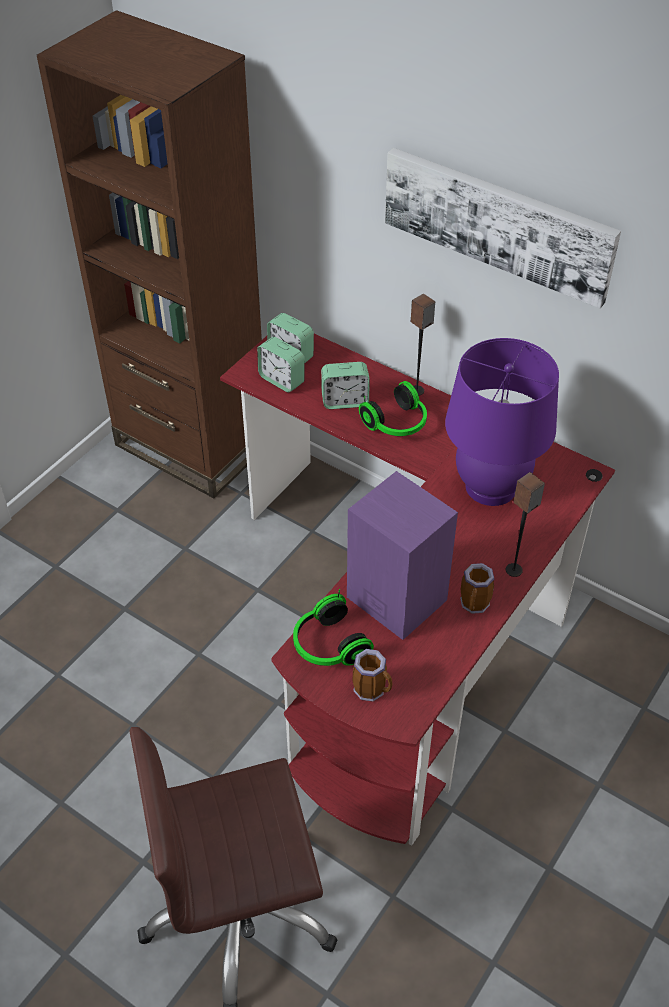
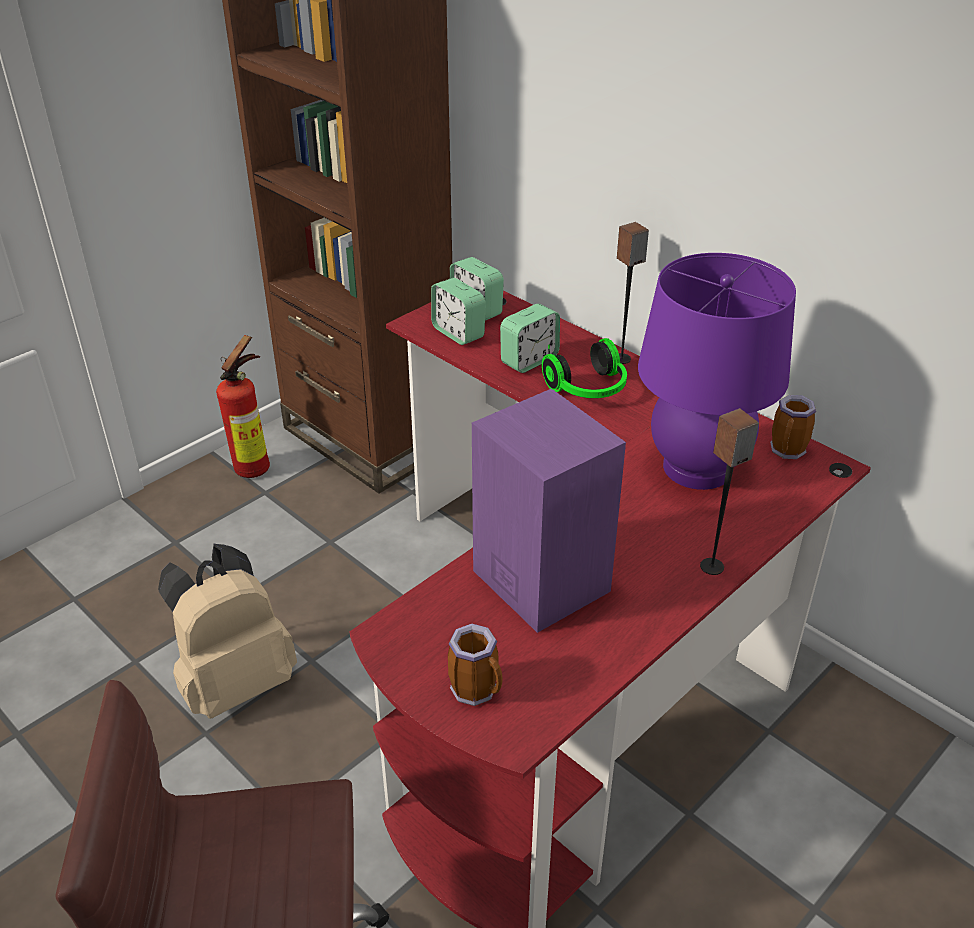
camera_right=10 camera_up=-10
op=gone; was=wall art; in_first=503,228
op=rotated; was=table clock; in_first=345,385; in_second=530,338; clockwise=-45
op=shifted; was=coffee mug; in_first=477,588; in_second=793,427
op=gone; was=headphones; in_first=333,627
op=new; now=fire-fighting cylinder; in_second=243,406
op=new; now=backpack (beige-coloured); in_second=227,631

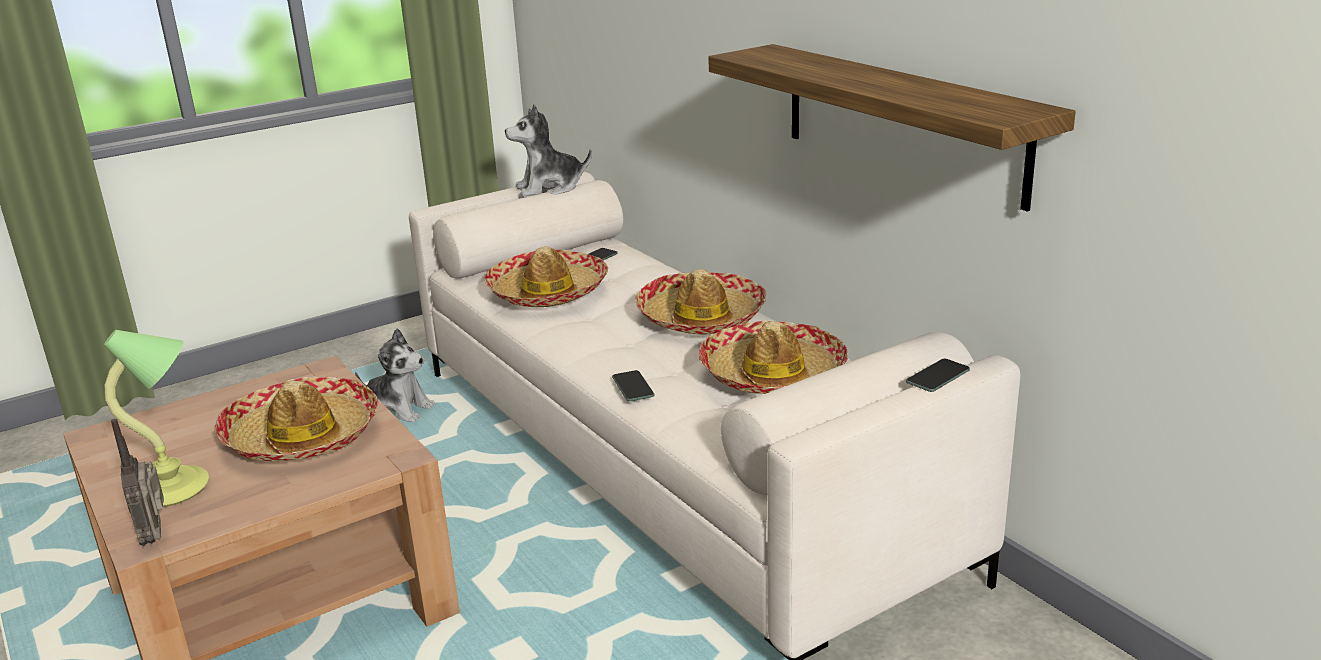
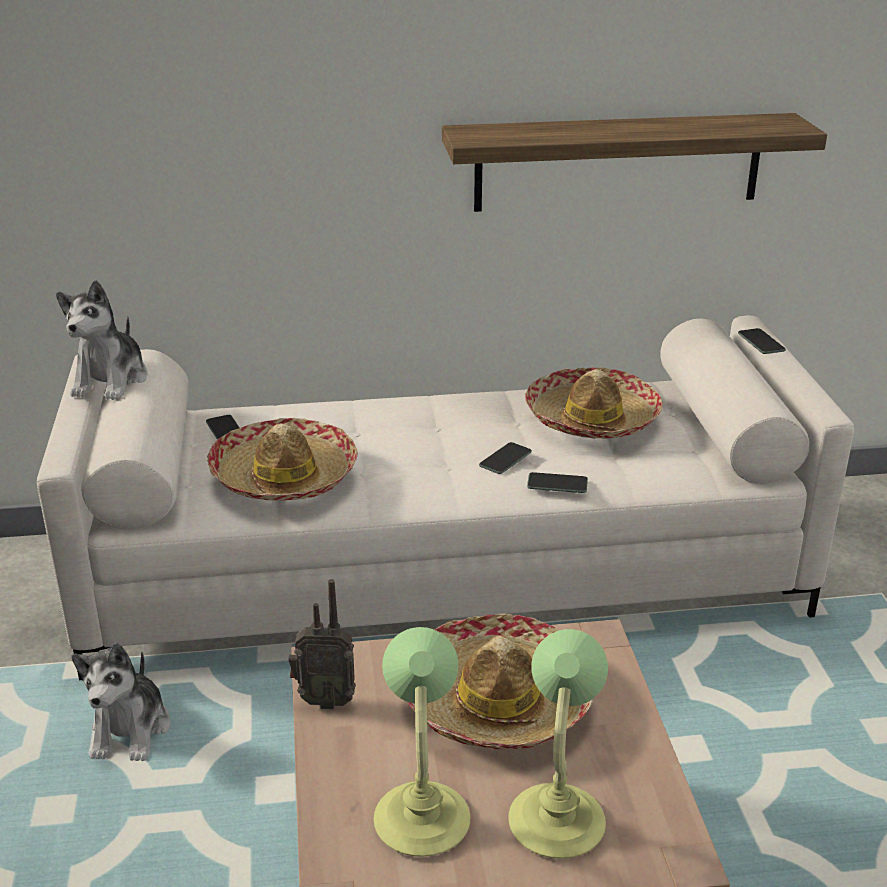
camera_right=-65 camera_up=5
op=gone; was=wearable hat; in_first=700,302
op=rotated; was=soft toy; in_first=395,375; in_second=120,702; clockwise=135
op=shifted; was=radio receiver; in_first=137,482; in_second=322,644
op=new; now=telephone; in_second=505,458
op=new; now=table lamp; in_second=422,742

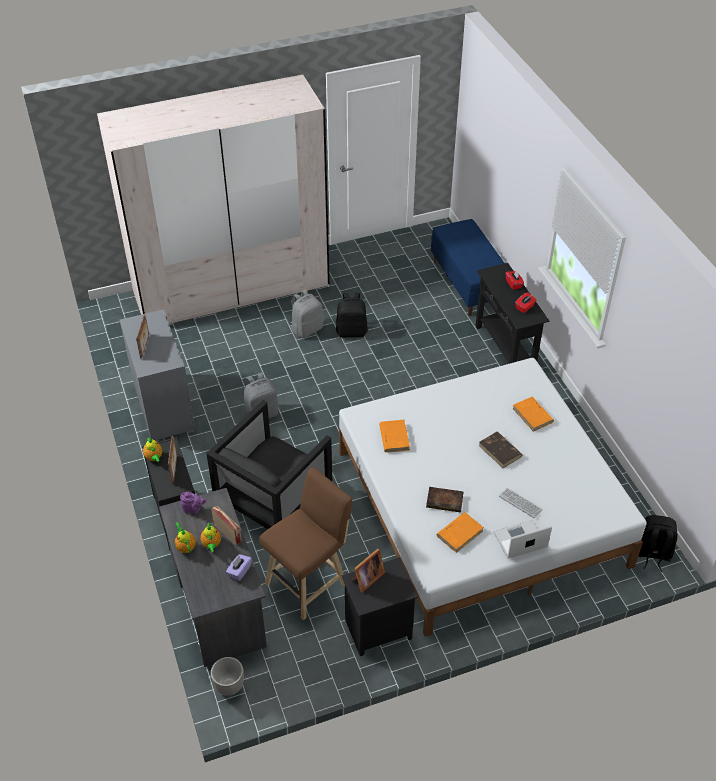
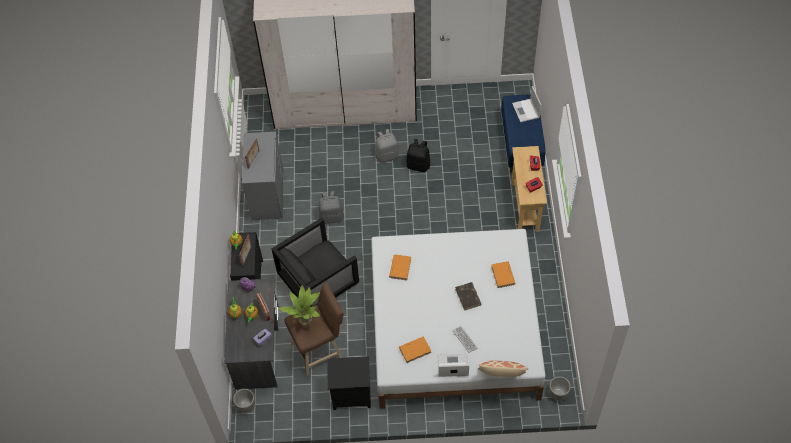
camera_right=20 camera_up=10
op=repainted; was=narrow table (blackish); now=narrow table (beige-coloured); in_first=512,313; in_second=529,189
op=gone; was=bound book; in_first=445,500
op=swapped; was=backpack (blackish); now=plant pot; in_first=658,543; in_second=560,388
op=gone; was=picture frame; in_first=368,571
op=new; now=portable computer; in_second=526,104
op=new; now=houseplant; in_second=299,306
op=new; now=cushion; in_second=503,368

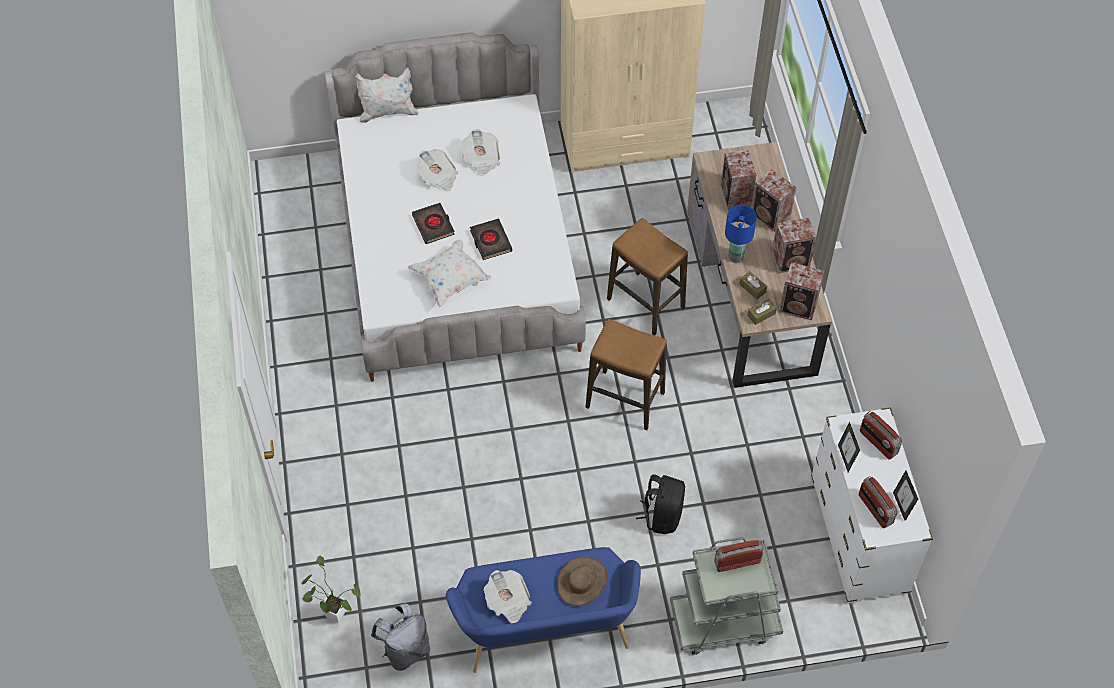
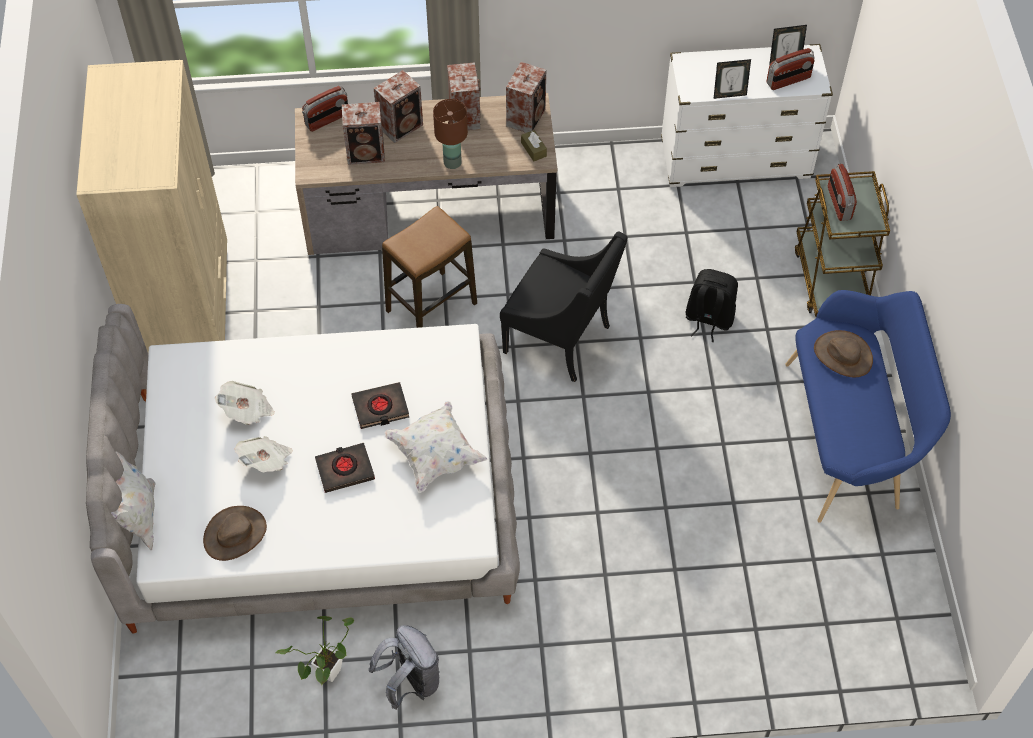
camera_right=-85 camera_up=0
op=repainted; was=table lamp (blue); now=table lamp (brown-coloured); in_first=741,234; in_second=450,134
op=gone; was=tissue holder (brown-coloured); in_first=753,285
op=swapped; was=stool; now=armchair (blackish); in_first=626,374; in_second=564,306
op=shifted; was=radio receiver; in_first=881,435; in_second=325,109
op=repainted; was=trolley (gray); now=trolley (brown-coloured); in_first=726,596; in_second=842,244
op=shifted; was=houseplant; in_first=331,589; in_second=315,651
op=gone; was=printed paper; in_first=508,596
op=shifted; was=backpack (gray); in_first=400,637; in_second=404,667
op=new; now=wearable hat (brown-coloured); in_second=235,533

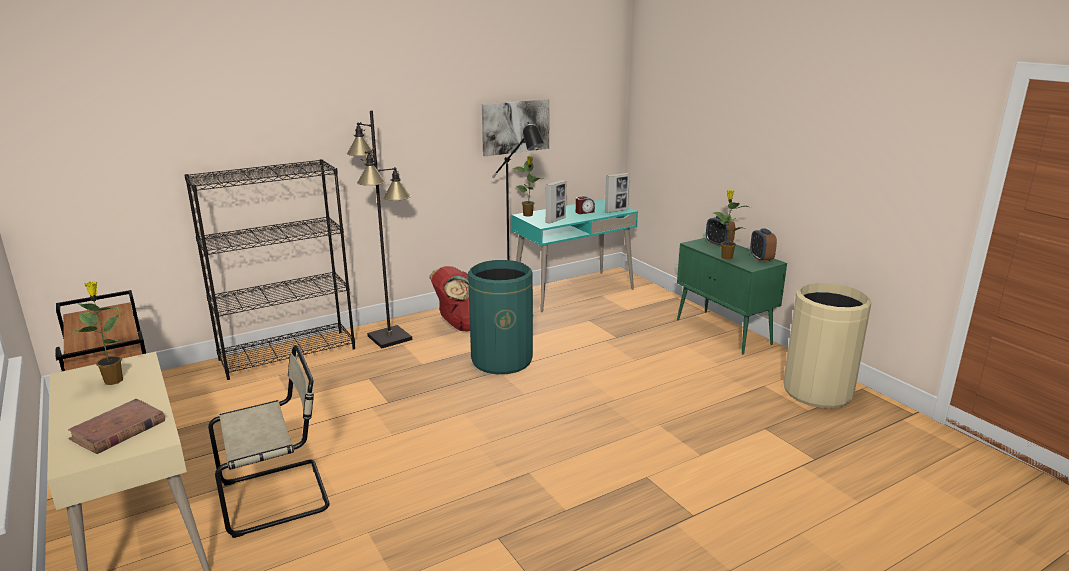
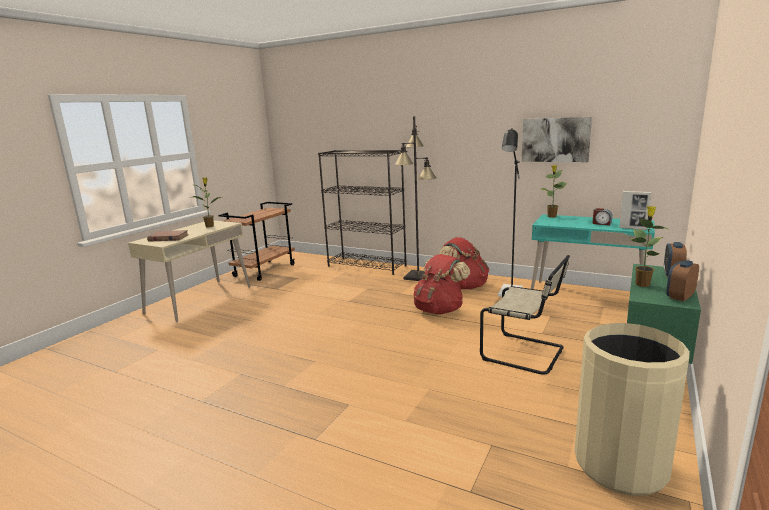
camera_right=60 camera_up=-5
op=gone; was=picture frame; in_first=555,202
op=swapped; was=waste bin (green); now=backpack (reddish); in_first=500,317; in_second=441,284
op=shifted; was=chair (beige-coloured); in_first=268,441; in_second=525,315

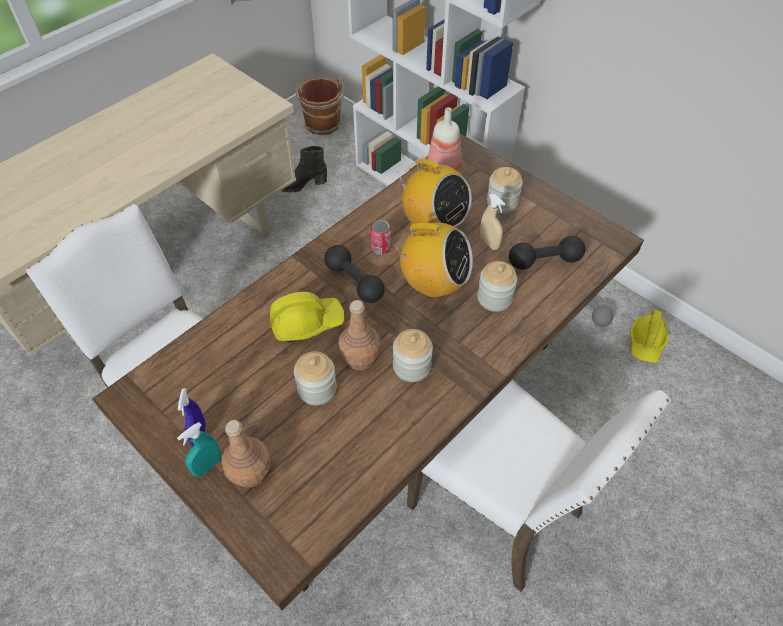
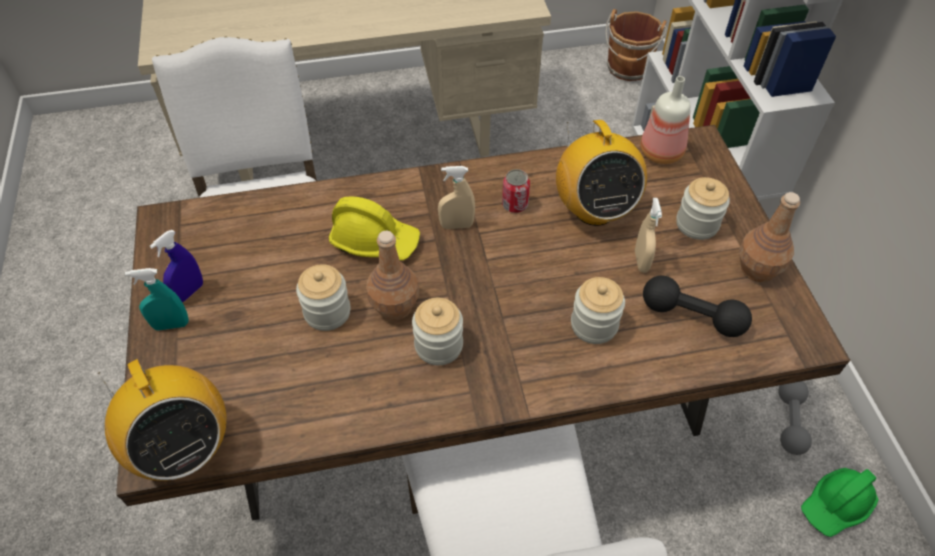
camera_right=35 camera_up=0
op=gone; was=boot (blackish); in_first=304,169
op=shifted; was=radio receiver; in_first=433,260; in_second=162,420
op=swapped; was=hand weight (blackish); now=hand sprayer (beige-coloured); in_first=354,274; in_second=456,197
op=repainted; was=hard hat (yellow-coloured); now=hard hat (green); in_first=649,336; in_second=840,502
op=shifted; was=drink bottle (brown-coloured); in_first=246,453; in_second=769,237

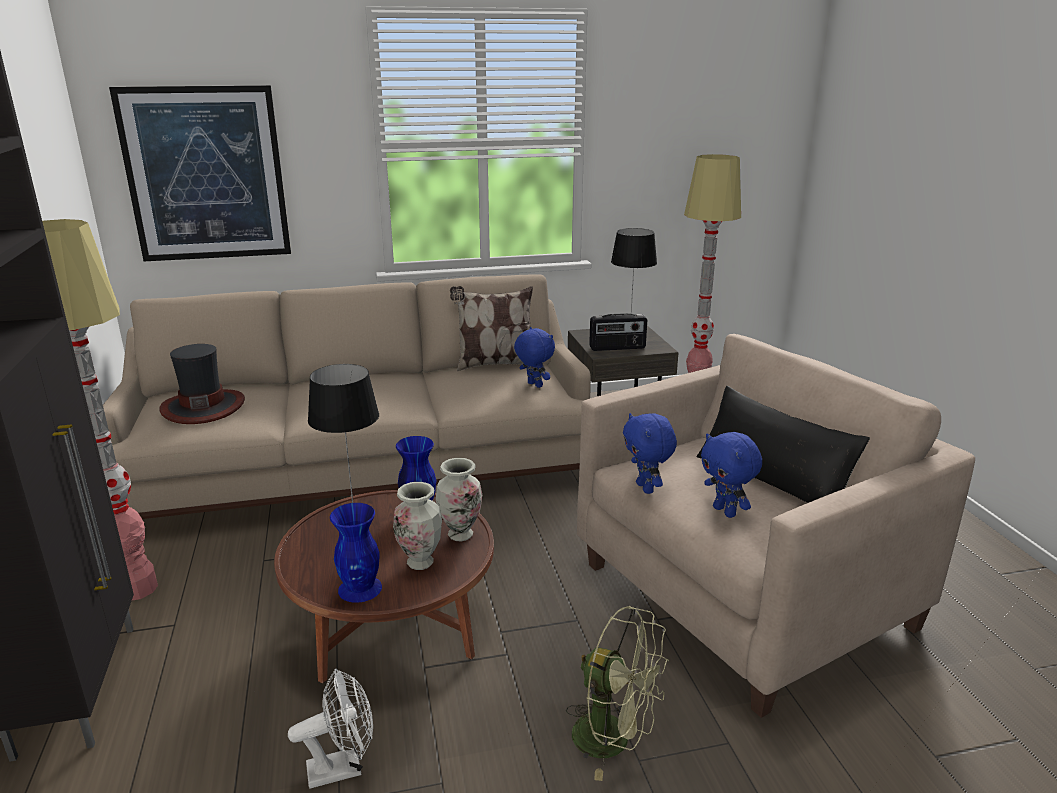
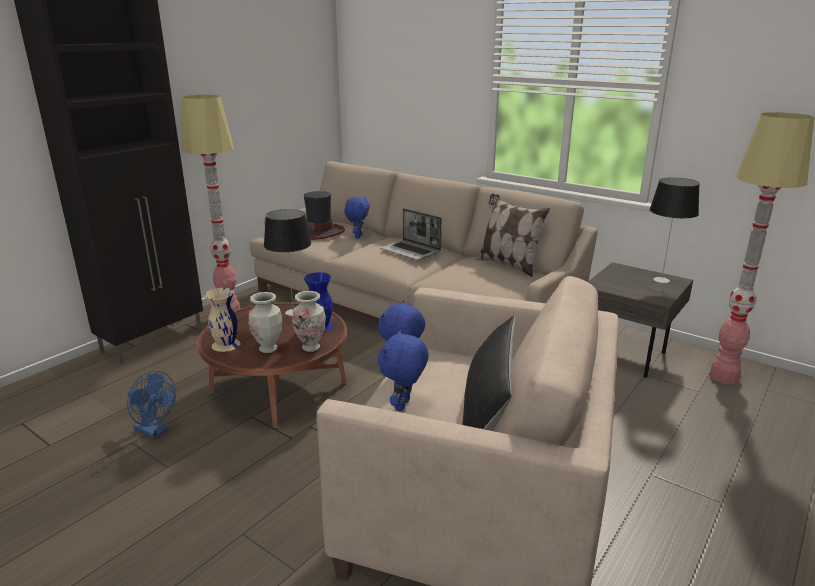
camera_right=50 camera_up=0
op=gone; was=wall art; in_first=200,173
op=gone; was=radio receiver; in_first=618,332
op=shifted; was=soft toy (blue); in_first=534,357; in_second=357,218
op=repainted; was=decorative vase (blue); now=decorative vase (beige-coloured); in_first=356,553; in_second=222,320
op=gone; was=cooling fan (green); in_first=617,693
op=repainted; was=cooling fan (white); now=cooling fan (blue); in_first=330,728; in_second=151,405
op=new; now=portable computer; in_second=411,234

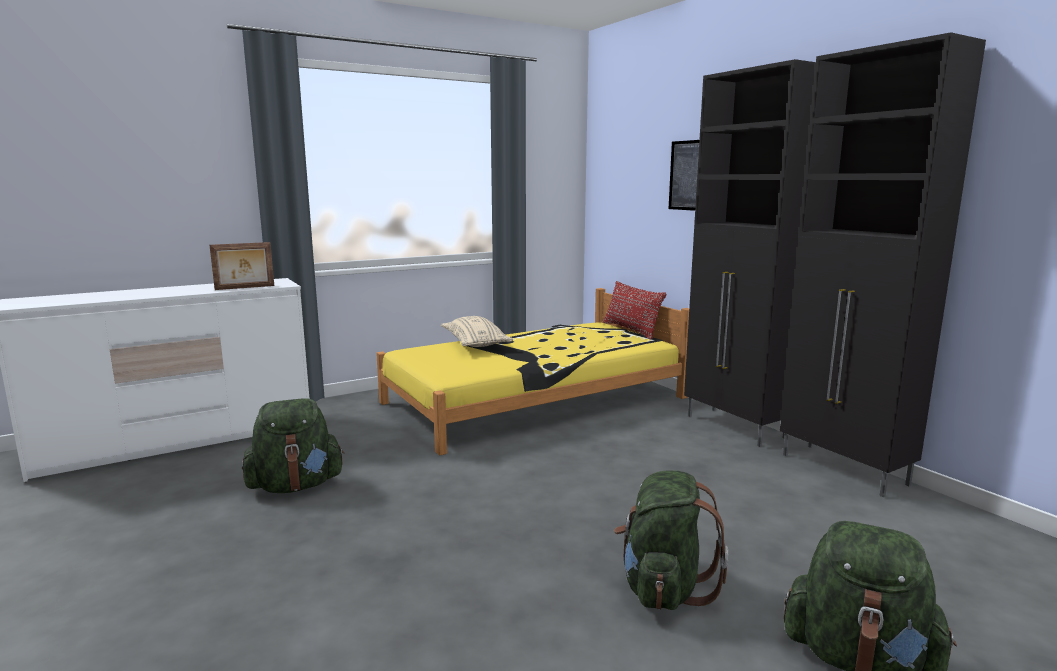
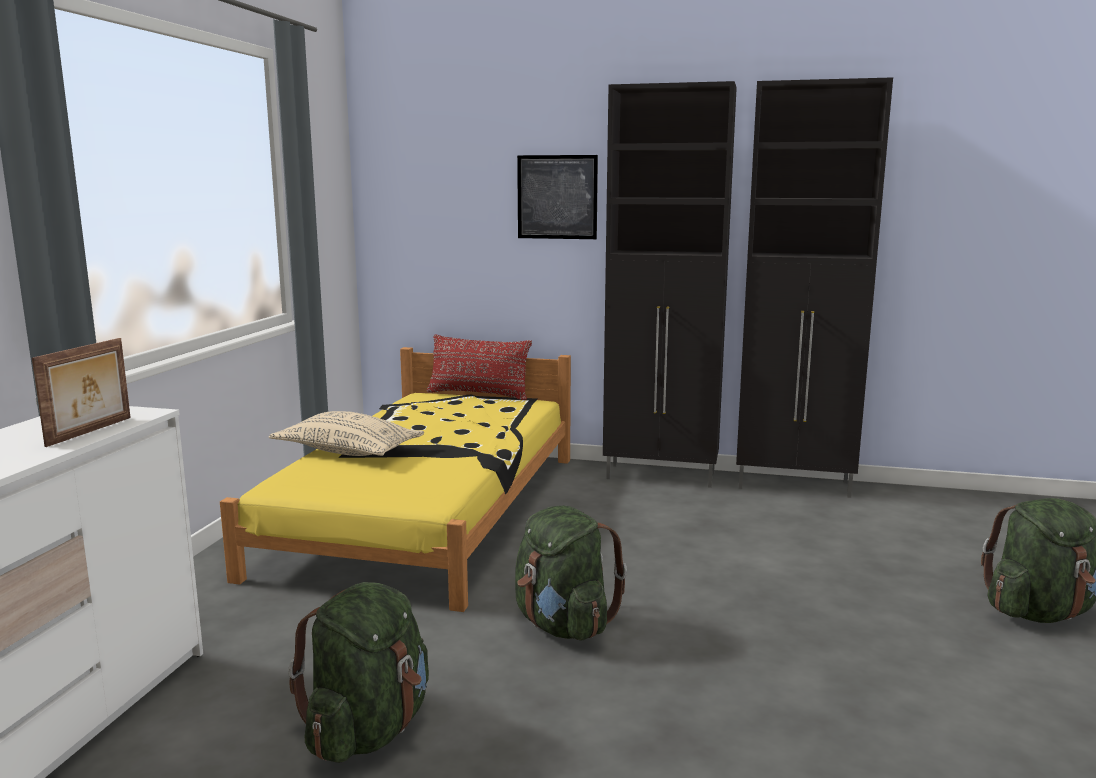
camera_right=-45 camera_up=0
op=shifted; was=backpack (green); in_first=671,540; in_second=571,573

